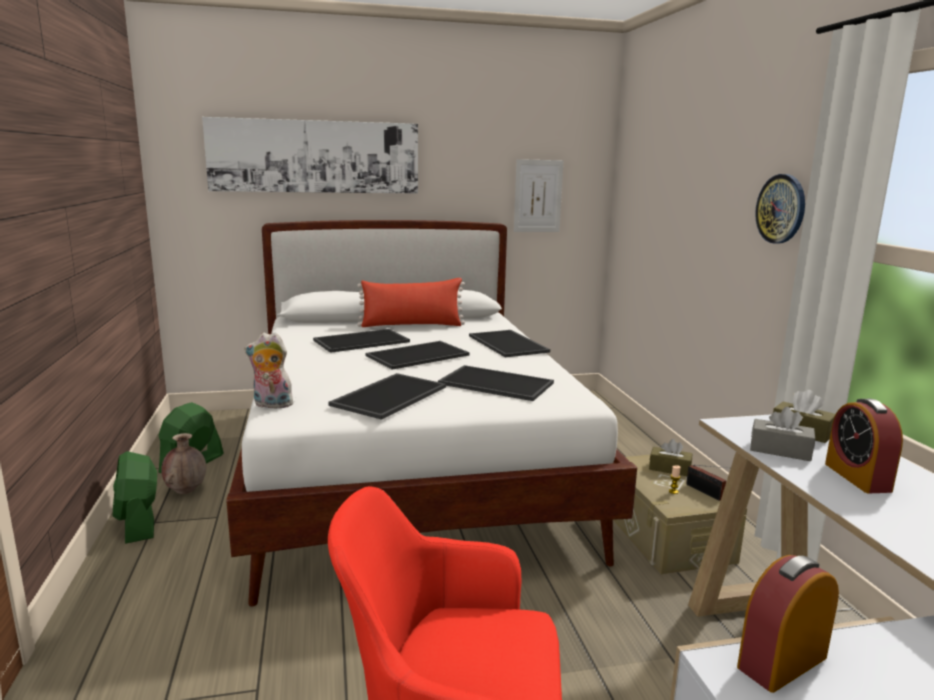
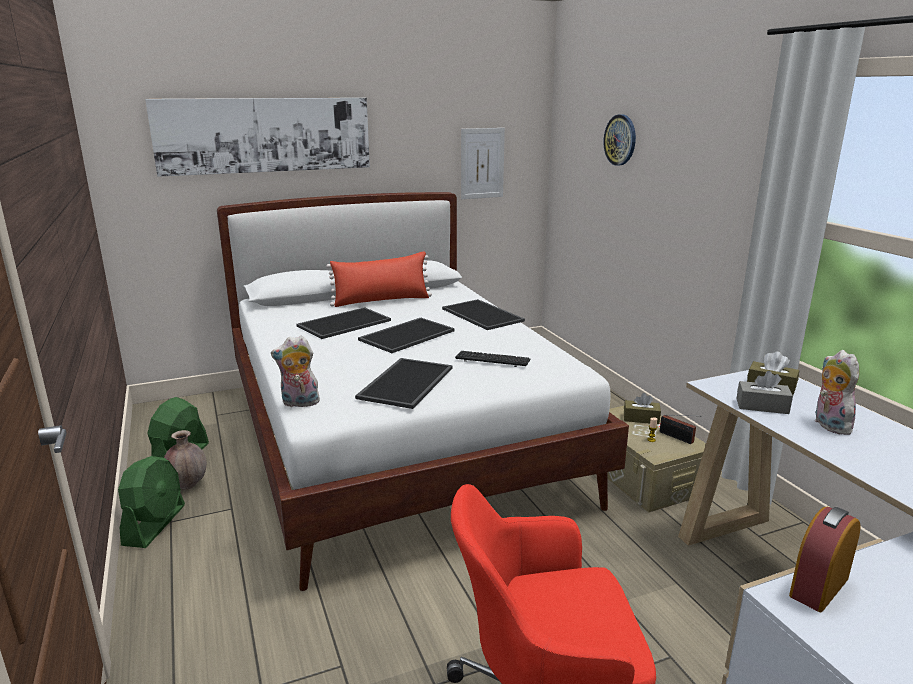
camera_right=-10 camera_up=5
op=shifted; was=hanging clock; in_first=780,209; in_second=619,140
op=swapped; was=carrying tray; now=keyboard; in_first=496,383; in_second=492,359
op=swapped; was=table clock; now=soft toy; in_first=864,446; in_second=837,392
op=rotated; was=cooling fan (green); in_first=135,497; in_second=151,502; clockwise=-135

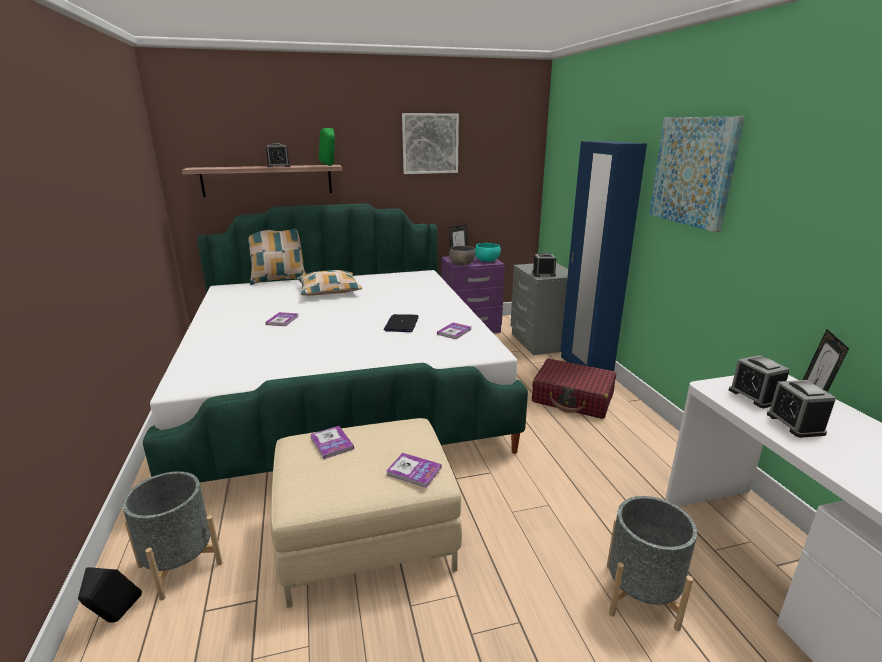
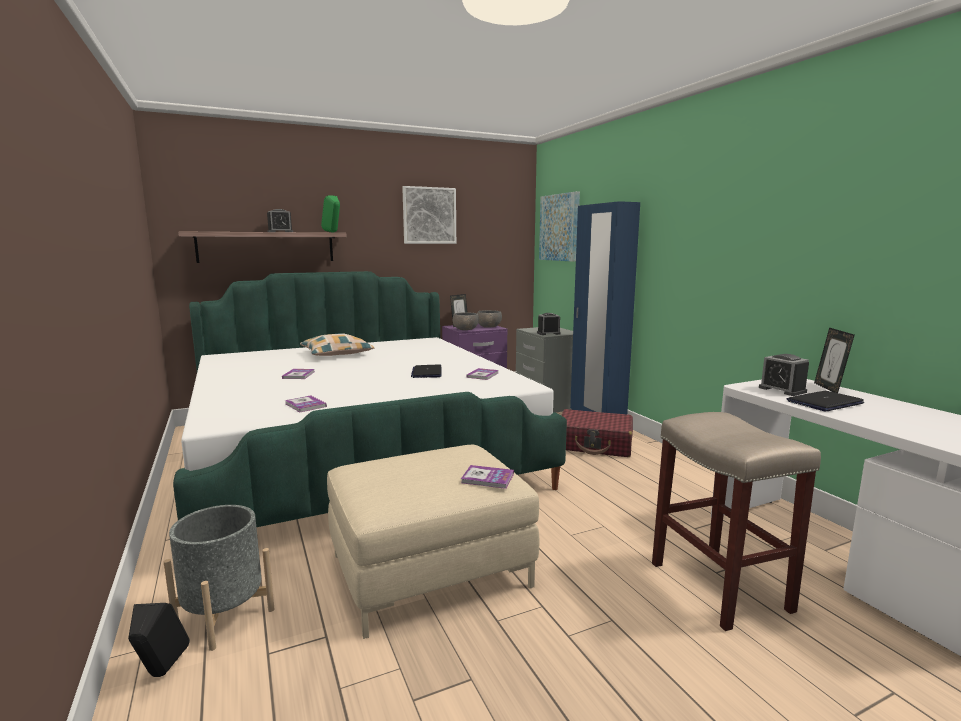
camera_right=-10 camera_up=-10
op=shifted; was=wall art; in_first=697,174; in_second=559,226
op=gone; was=cushion; in_first=277,256
op=repainted; was=bowl (blue-green); now=bowl (gray); in_first=488,252; in_second=489,319
op=swapped; was=table clock; now=portable computer; in_first=801,409; in_second=825,401
op=shifted; was=bound book; in_first=332,442; in_second=306,403
op=swapped; was=plant pot (gray); now=stool (beige-coloured); in_first=652,563; in_second=736,521

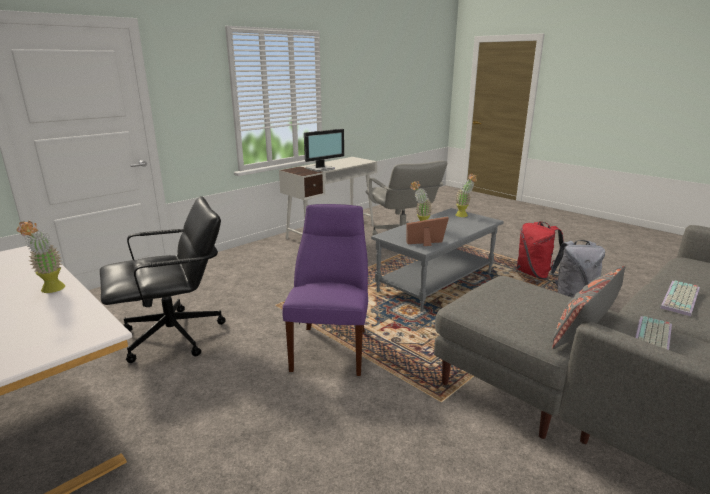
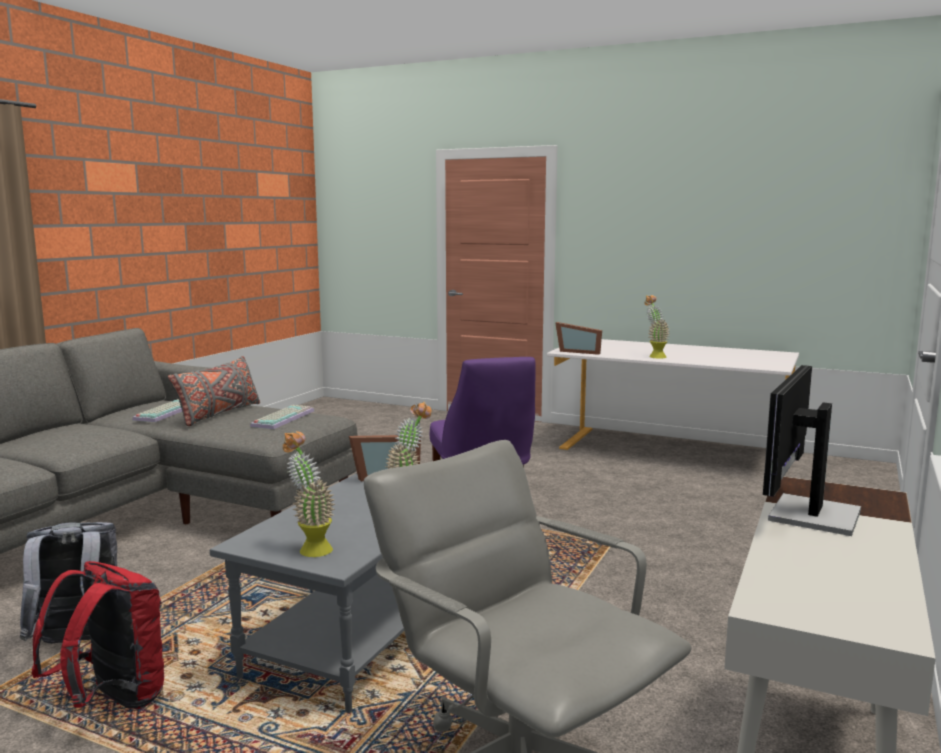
camera_right=160 camera_up=-10
op=gone; was=computer chair (blackish); in_first=163,279
op=shifted; was=keyboard; in_first=680,299; in_second=282,417
op=new; now=picture frame; in_second=578,338

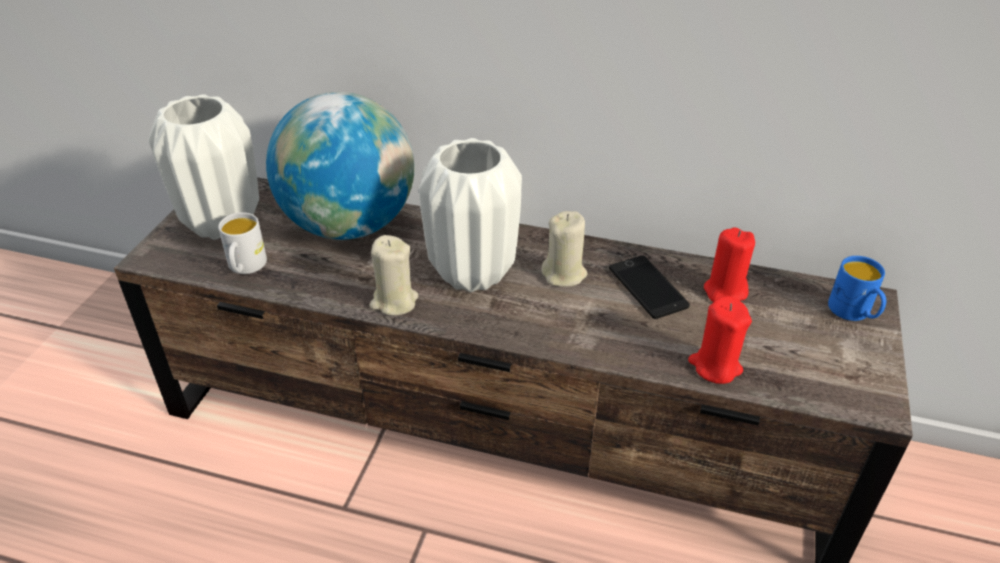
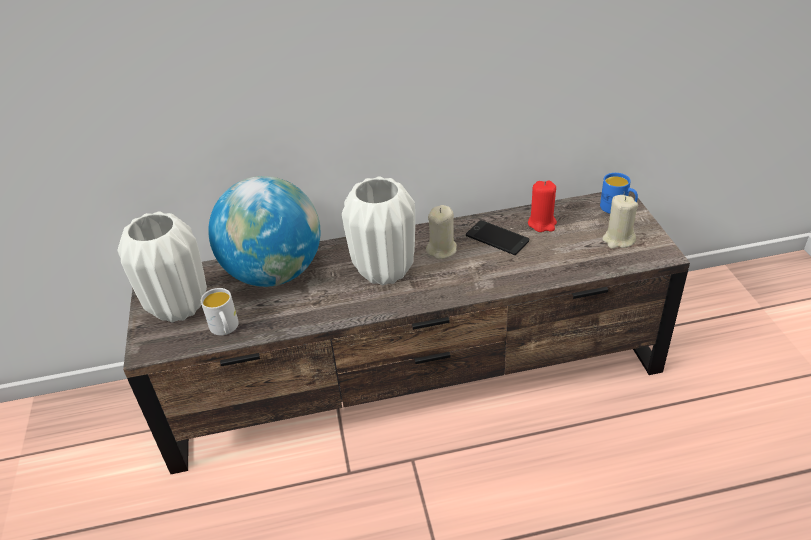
camera_right=-25 camera_up=0
op=shifted; was=wax candle (beige-coloured); in_first=394,275; in_second=620,222
op=gone; was=wax candle (reddish); in_first=720,340

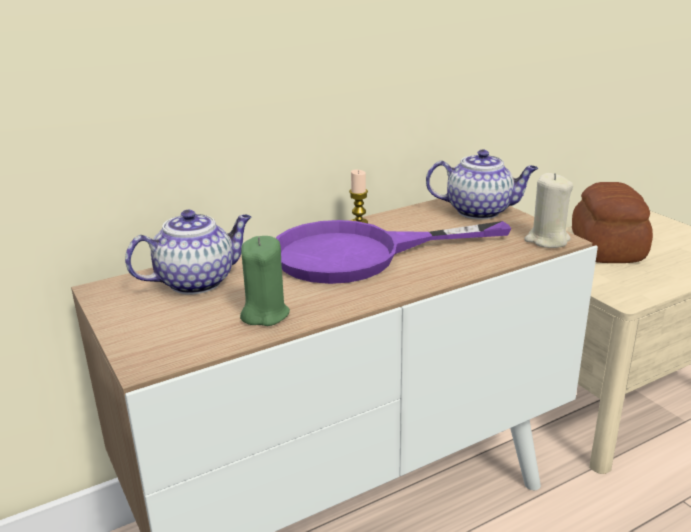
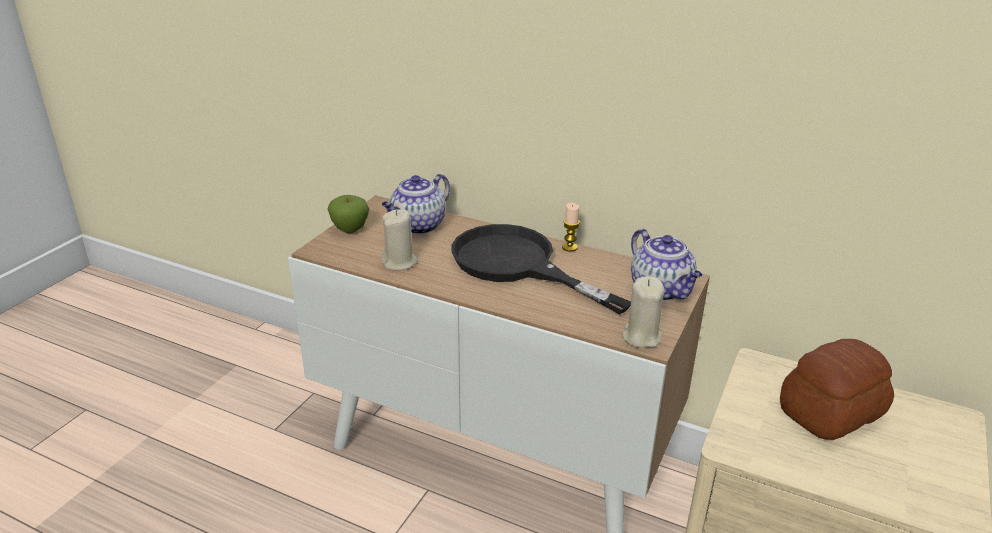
camera_right=55 camera_up=5
op=rotated; was=tea pot; in_first=188,252; in_second=416,204; clockwise=105
op=repainted; was=skillet (purplish); now=skillet (blackish); in_first=394,252; in_second=541,269
op=repainted; was=wax candle (green); now=wax candle (beige-coloured); in_first=265,281; in_second=399,239
op=new; now=apple fruit; in_second=348,214

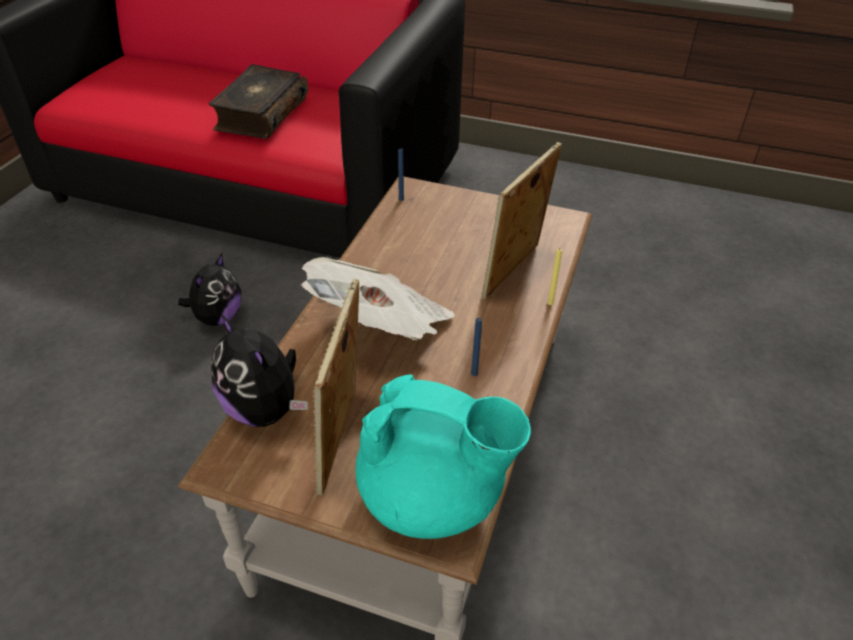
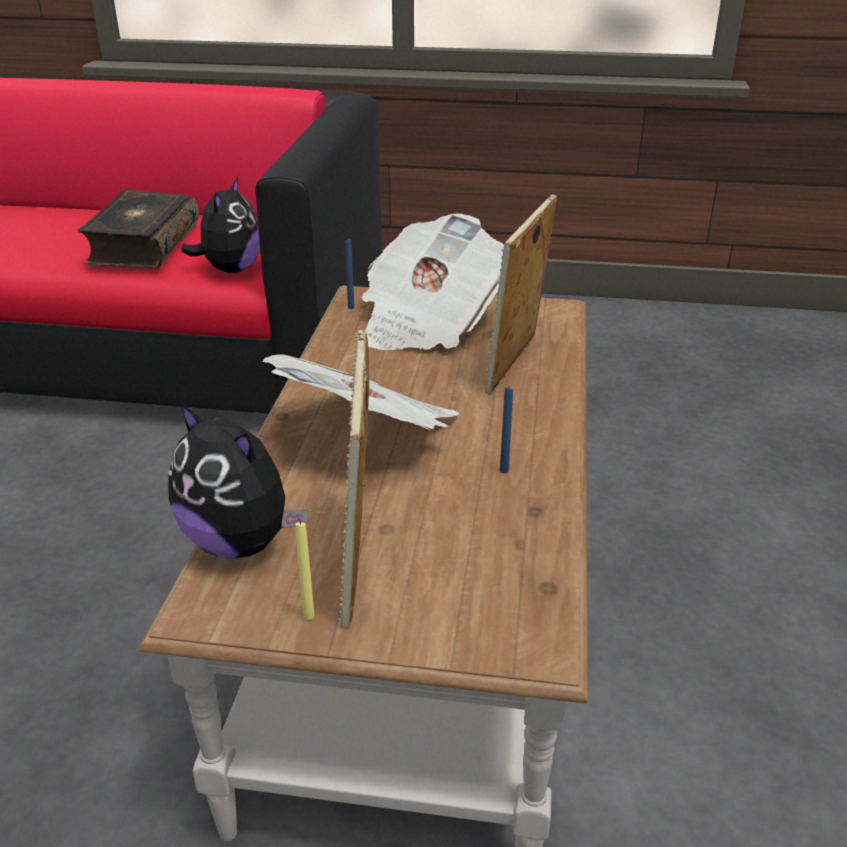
camera_right=-10 camera_up=-10
op=shifted; was=wax candle (yellow-coloured); in_first=554,276; in_second=305,570
op=shifted; was=soft toy; in_first=209,289; in_second=220,225
op=gone; was=tea pot (blue-green); in_first=443,456
op=new; now=printed paper; in_second=432,281

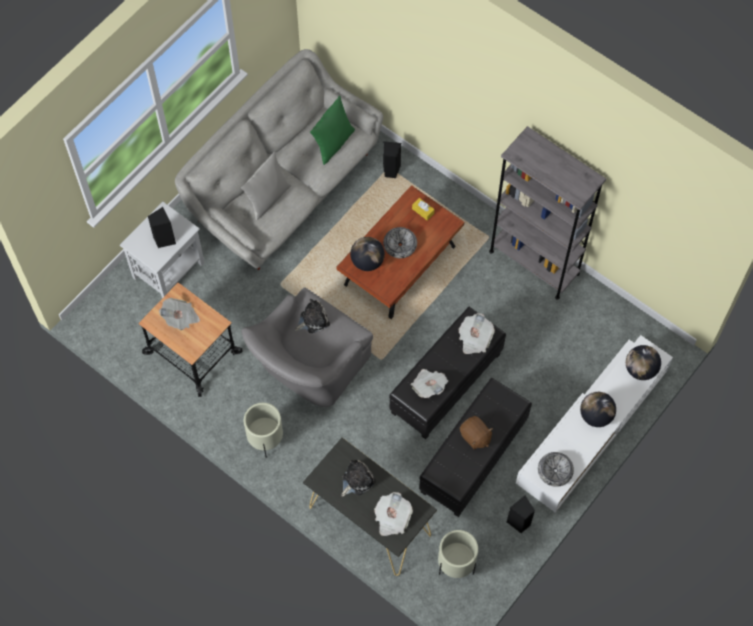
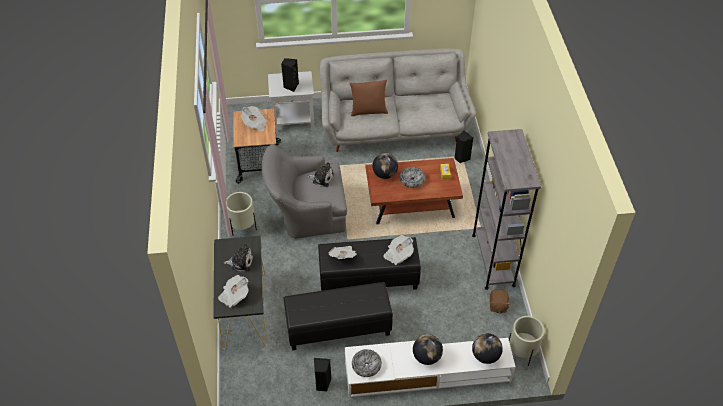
camera_right=45 camera_up=-15
op=gone; was=cushion (green); in_first=332,130
op=repainted; was=cushion (gray); now=cushion (brown-coloured); in_first=266,186; in_second=369,97
op=shifted; was=soft toy (brown-coloured); in_first=476,432; in_second=500,301
op=shifted; was=plant pot (beige-coloured); in_first=458,554; in_second=527,341

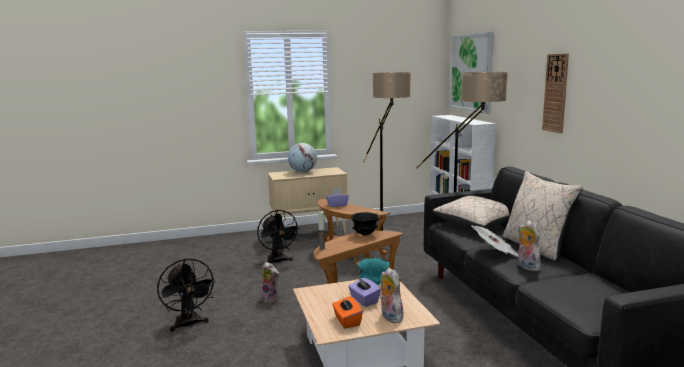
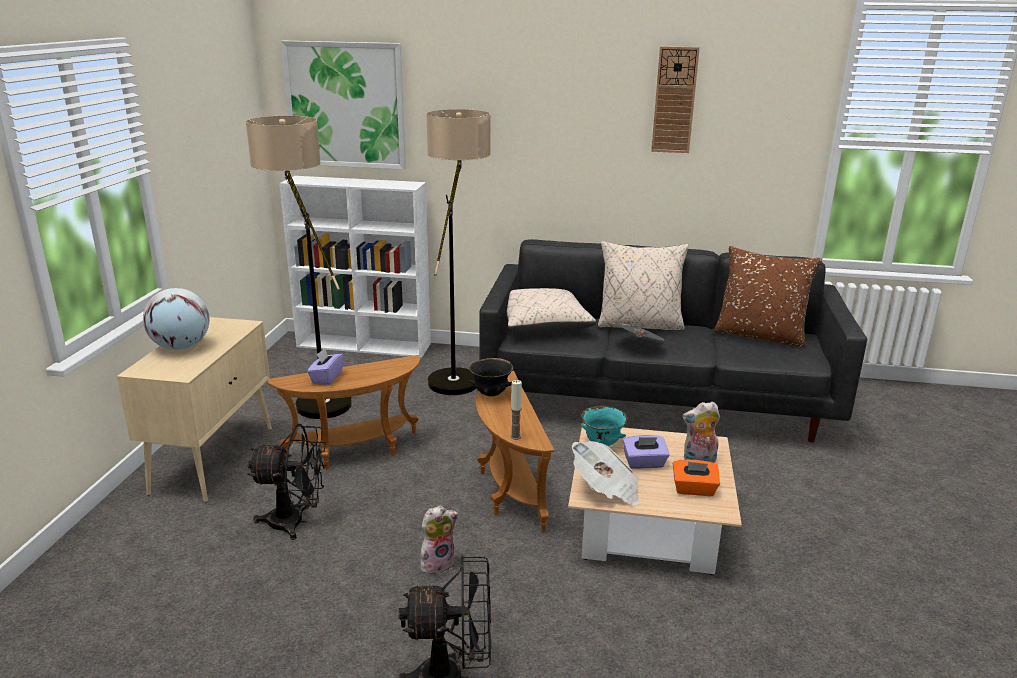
camera_right=-65 camera_up=10
op=shifted; was=hanging clock; in_first=555,93; in_second=675,99
op=gone; was=soft toy; in_first=529,245
op=new; now=cushion (brown-coloured); in_second=768,297
op=new; now=printed paper; in_second=605,473

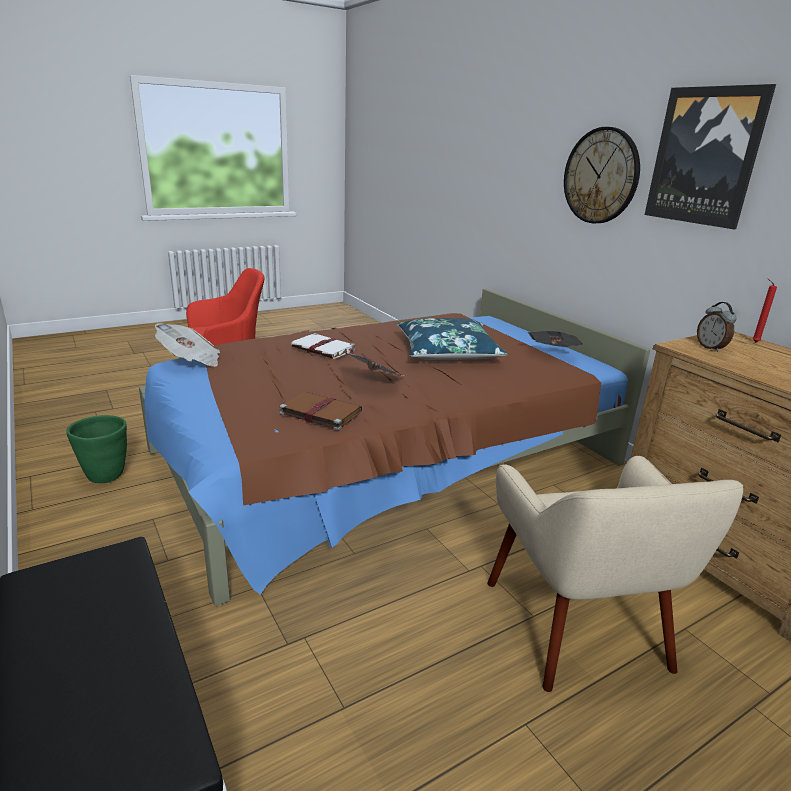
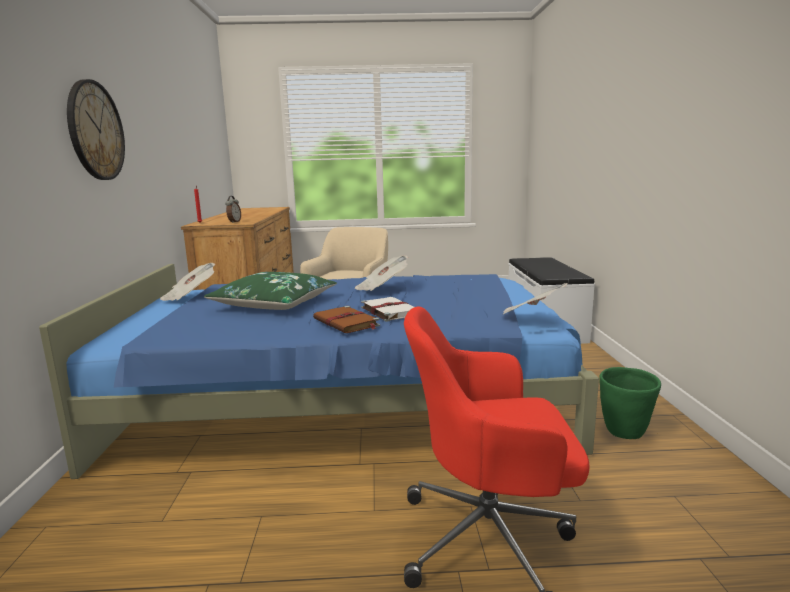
camera_right=-150 camera_up=-10
op=gone; was=wall art; in_first=710,156
op=repainted; was=sleeping bed (brown-coloured); now=sleeping bed (blue); in_first=394,447; in_second=319,371
op=repainted; was=cushion (blue); now=cushion (green); in_first=452,339; in_second=270,291
op=shifted; was=bound book (brown-coloured); in_first=321,411; in_second=346,319

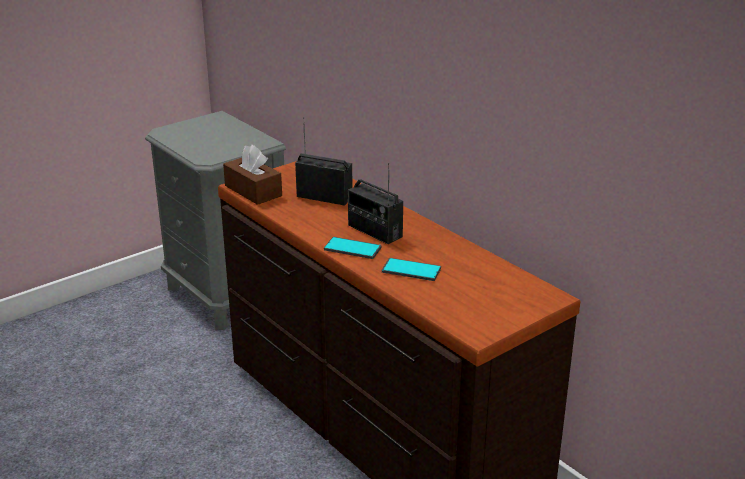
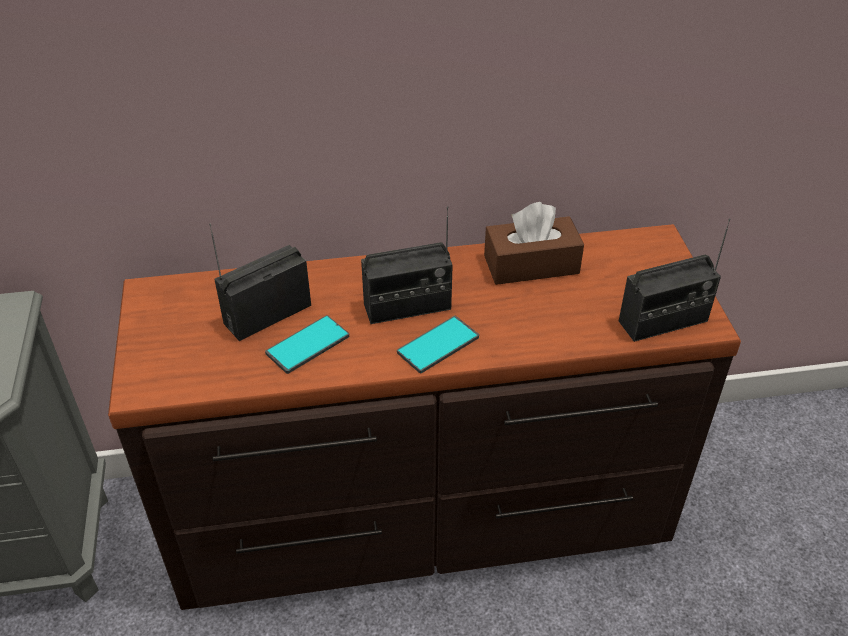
camera_right=-60 camera_up=15
op=shifted; was=tissue holder (brown-coloured); in_first=252,175; in_second=534,243
op=shifted; was=telephone; in_first=411,269; in_second=307,344
op=new; now=radio receiver; in_second=674,280

